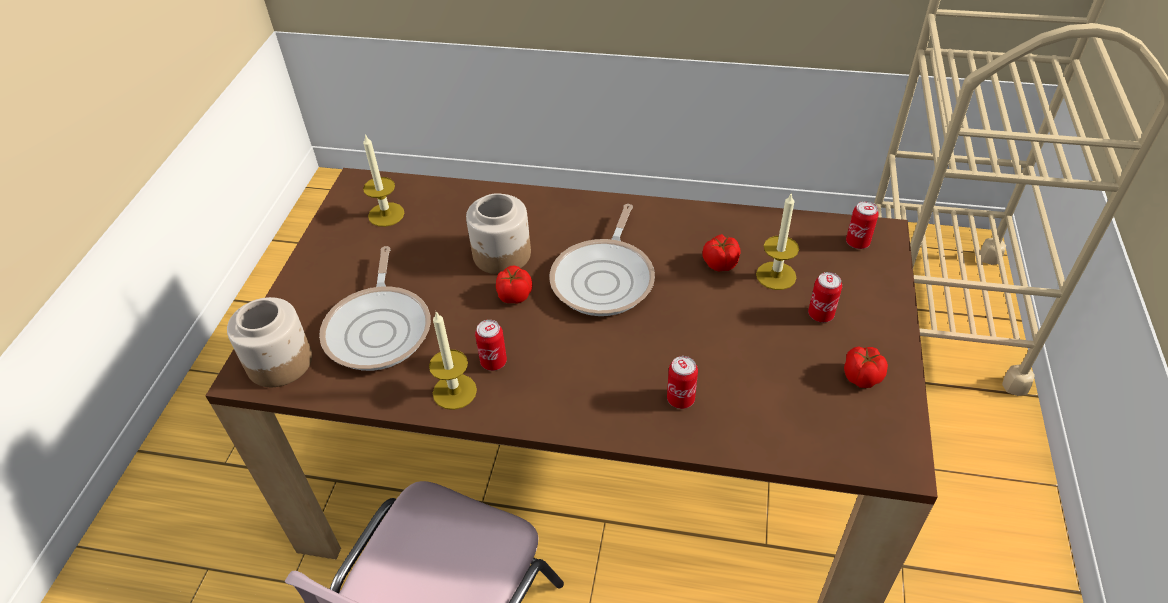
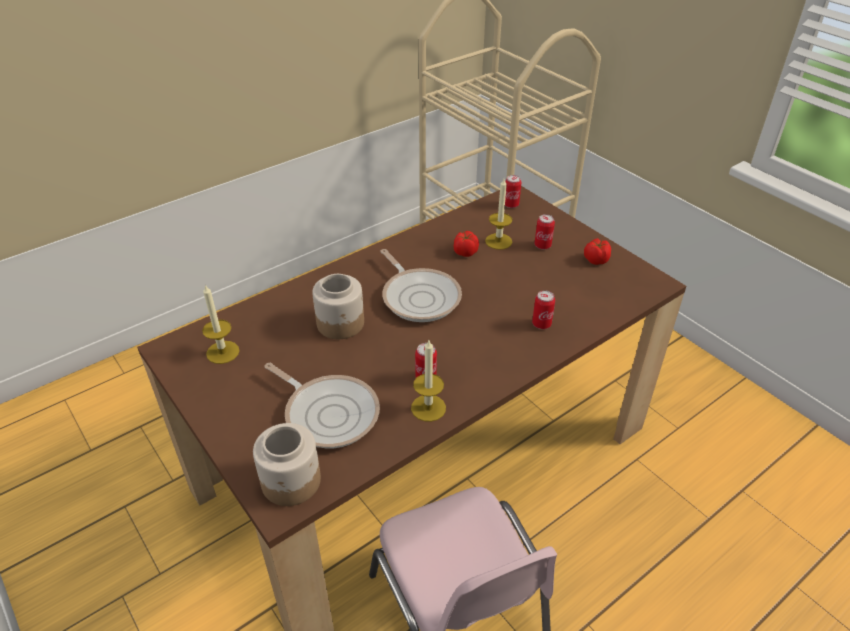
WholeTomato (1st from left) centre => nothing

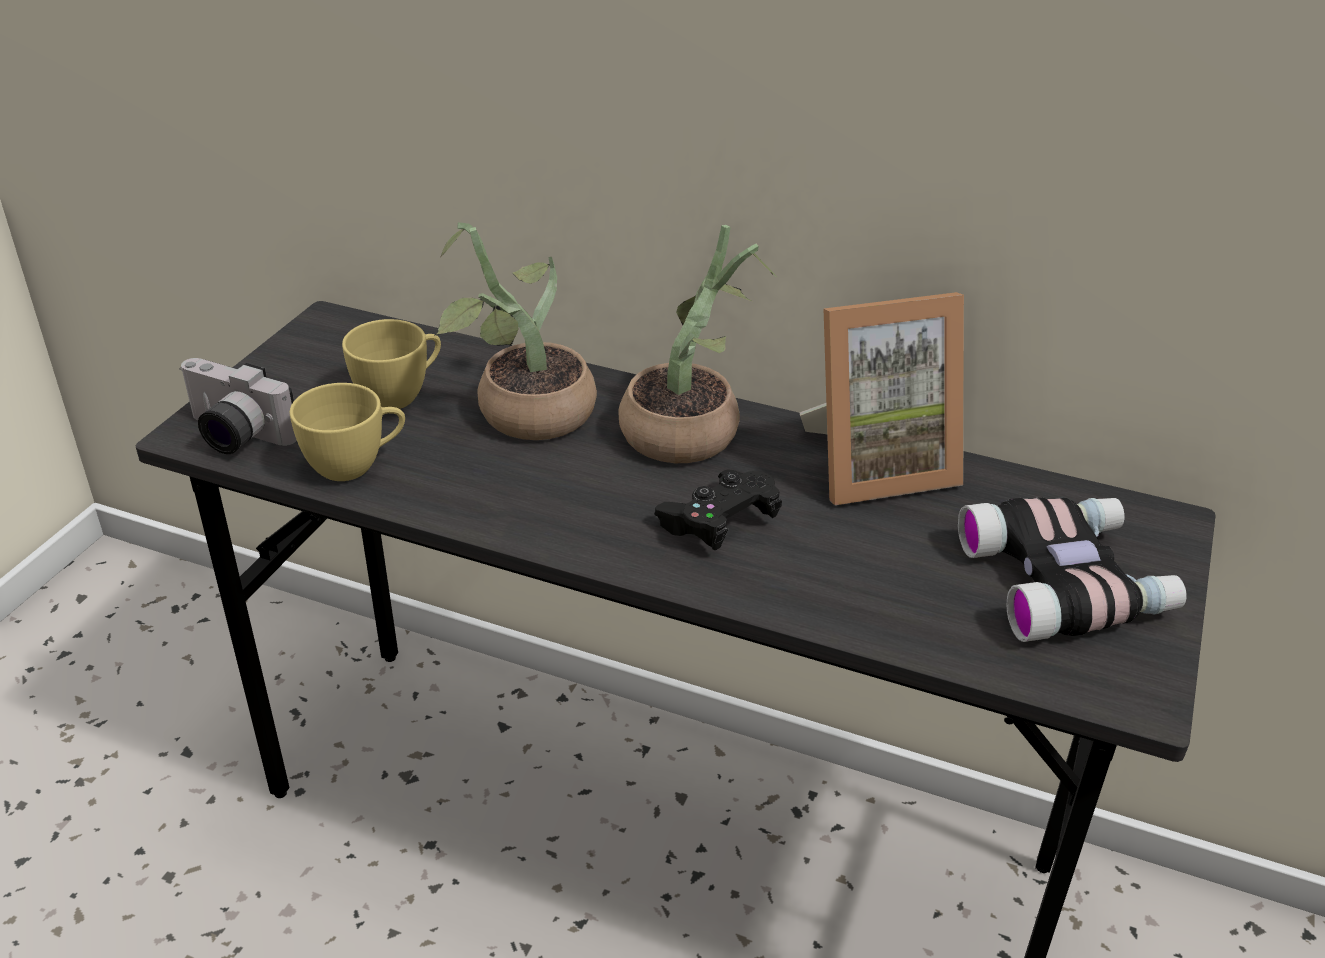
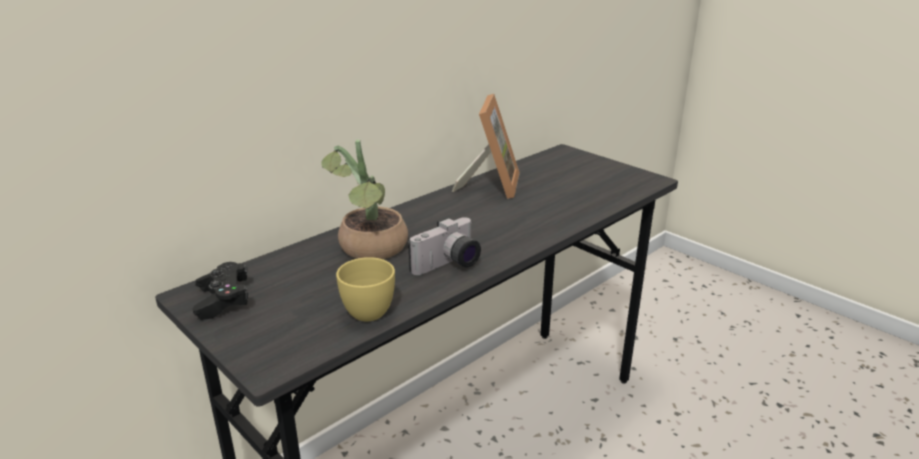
PottedPlant (2nd from left) centre => nothing
YellowColouredCup (2nd from left) middle left => nothing
PhotoCamera middle left => PhotoCamera centre, moved
BlackColouredJoypad centre => BlackColouredJoypad middle left, moved
PairOfBinoculars middle right => nothing

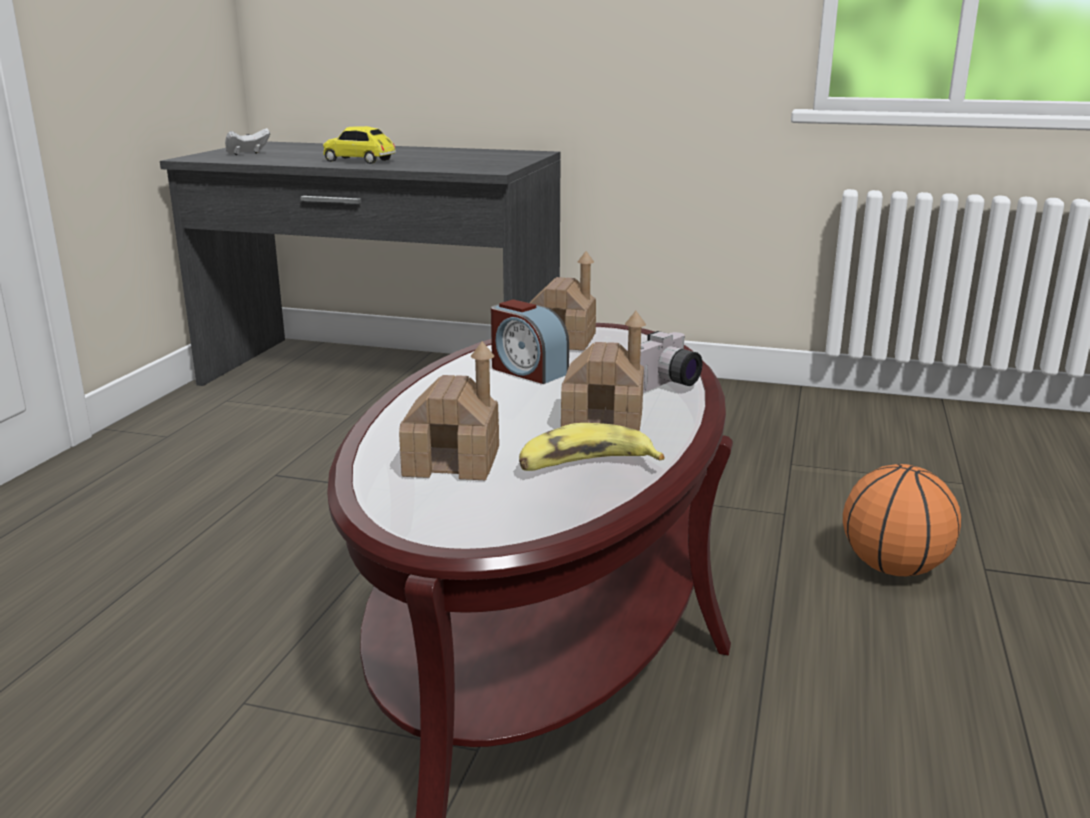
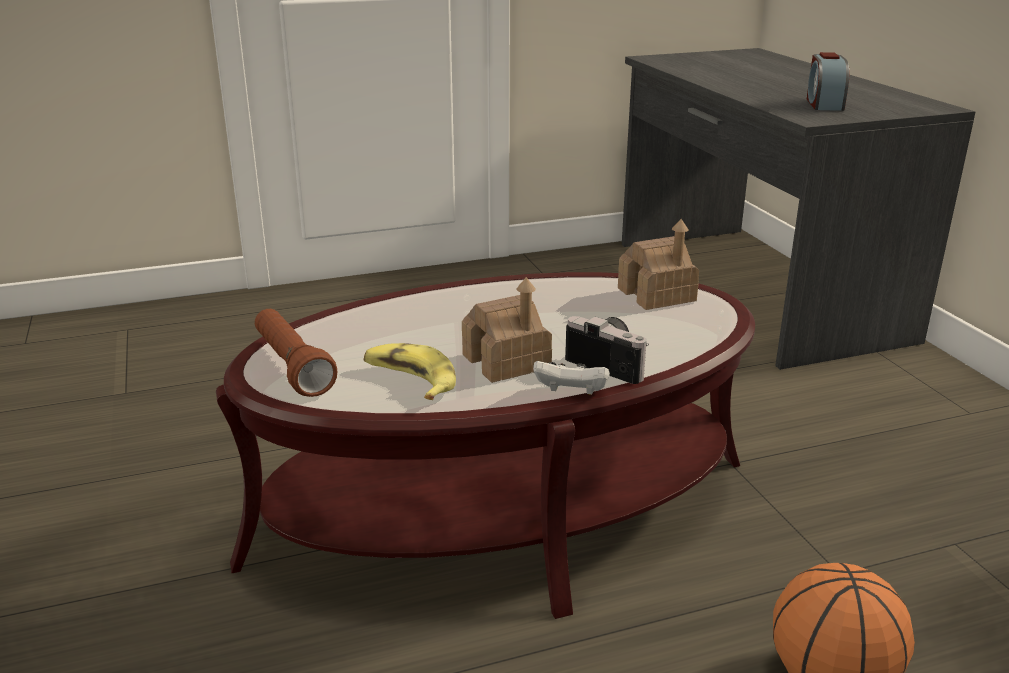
MiniatureCar top left => nothing
WhiteColouredJoypad top left => WhiteColouredJoypad centre, moved
TableClock centre => TableClock top right, moved
PhotoCamera centre, 150 degrees counterclockwise
ToyHouse (1st from left) centre => nothing
nothing => BrownColouredFlashlight middle left

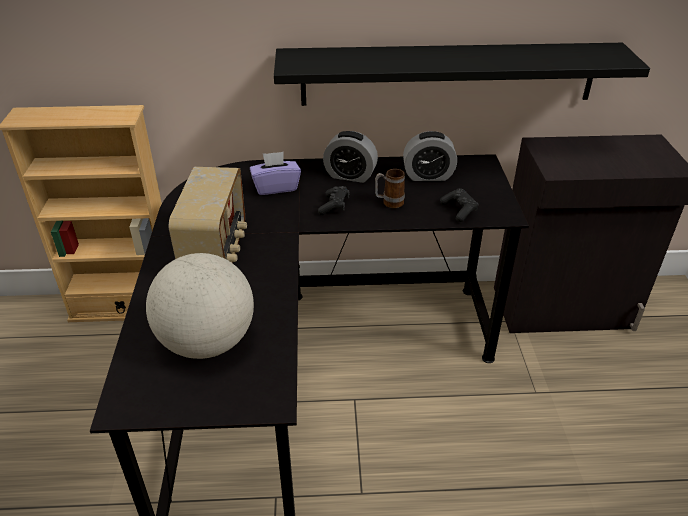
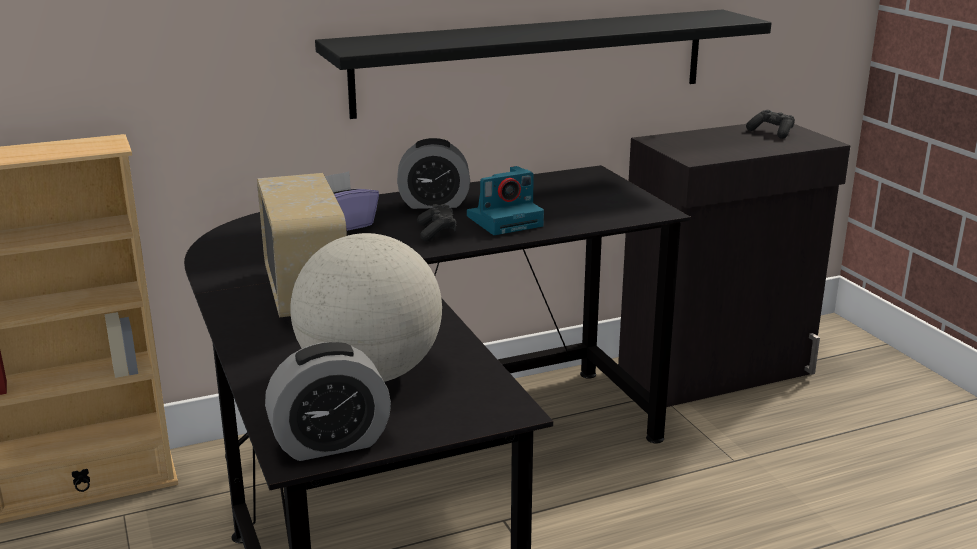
TableClock (2nd from left in the first image) top centre => TableClock (1st from left) bottom centre, moved
TeaMug centre => PhotoCamera centre
BlackColouredJoypad (2nd from left) middle right => BlackColouredJoypad (2nd from left) top right, moved

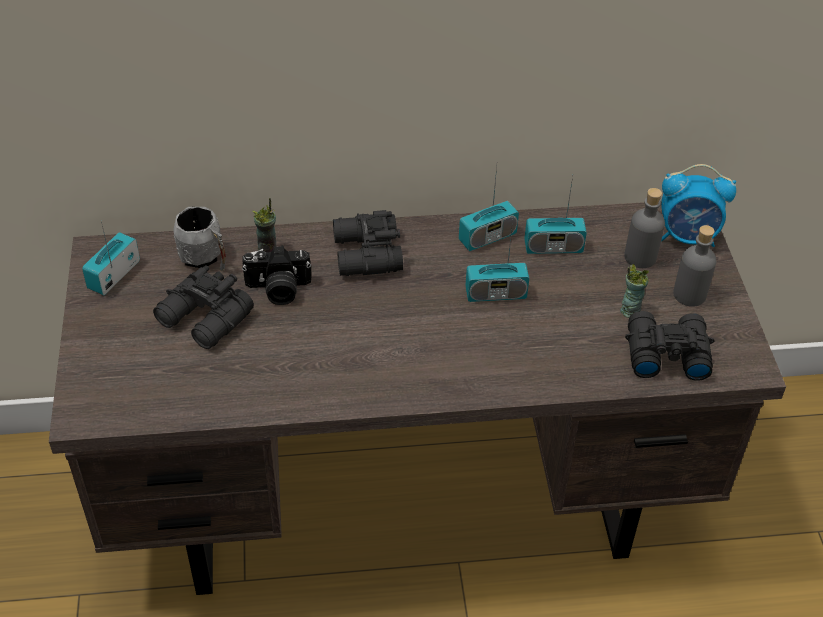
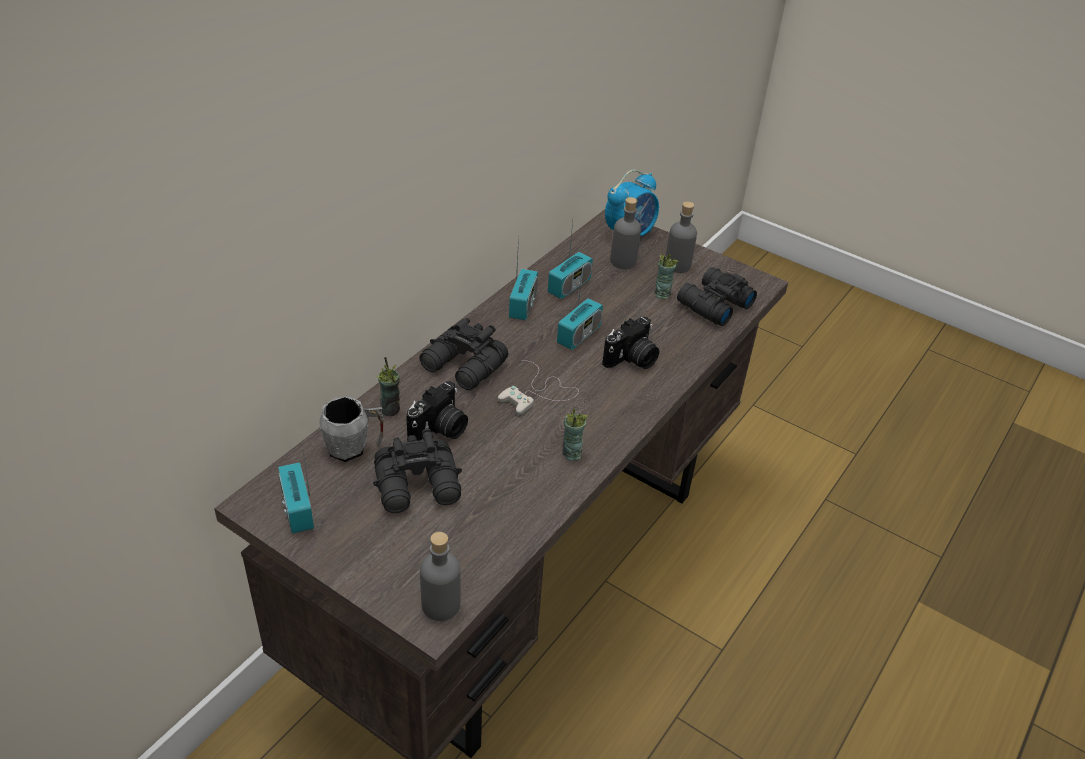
nothing => PhotoCamera (2nd from left) centre
nothing => WhiteColouredJoypad centre
nothing => Cup (2nd from left) centre
nothing => GreyBeverageBottle (1st from left) bottom centre

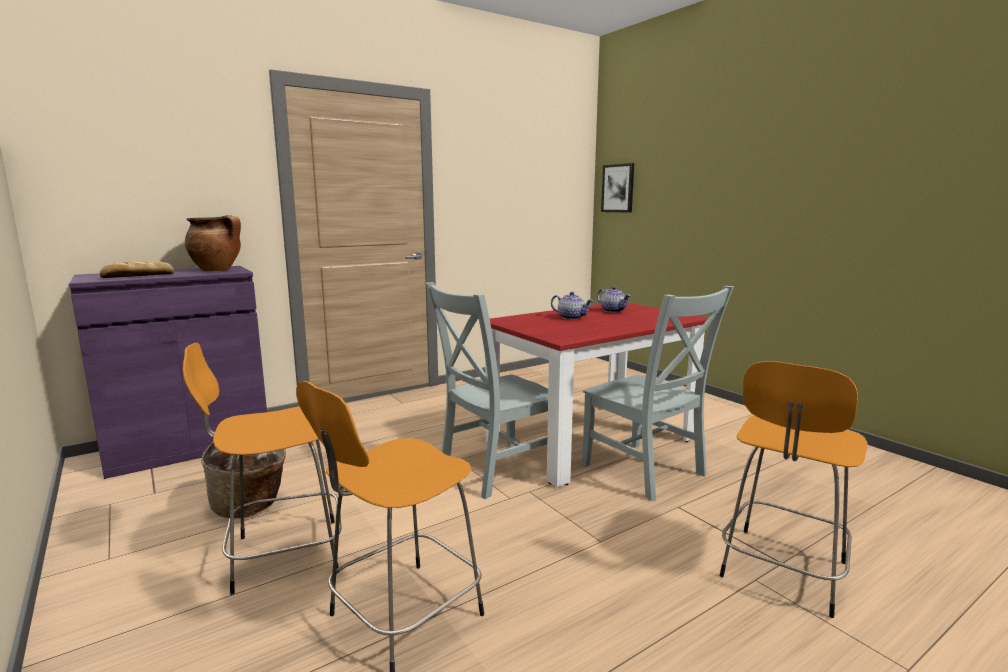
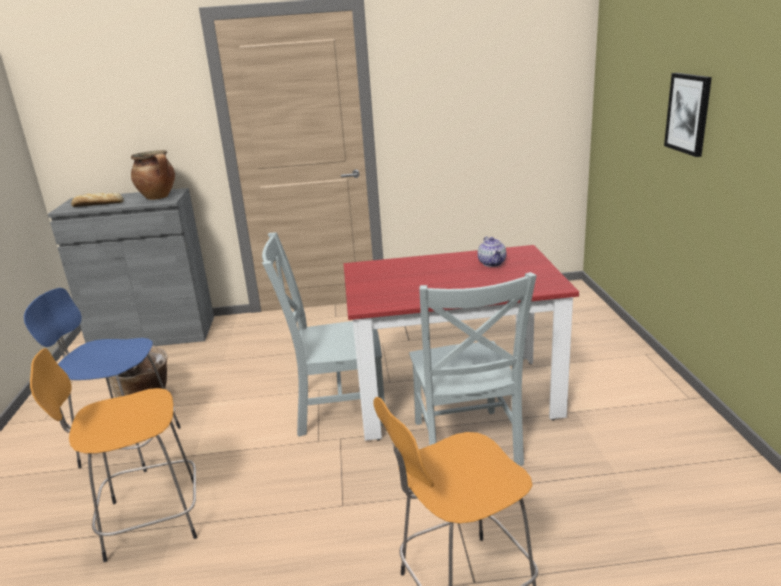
WallPicture top centre => WallPicture top right, moved
PurplishStorageCabinet middle left => GreyStorageCabinet middle left
TeaPot (1st from left) centre => nothing
OrangeySittingStool (1st from left) bottom left => BlueColouredSittingStool middle left

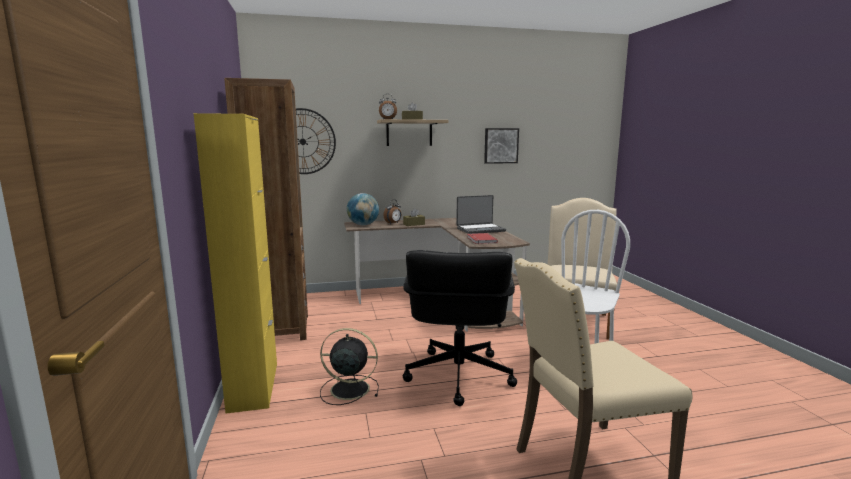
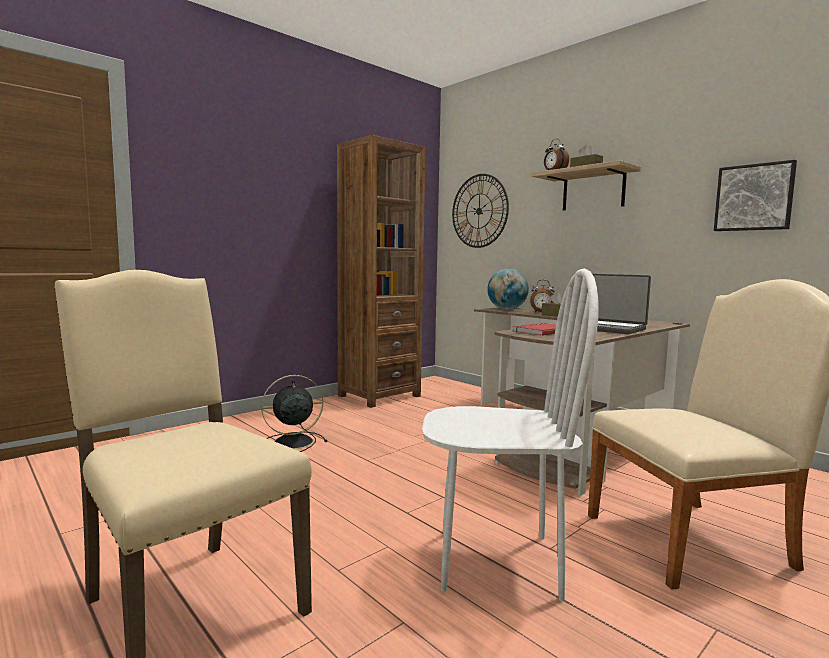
YellowColouredStorageCabinet middle left => nothing
BlackColouredComputerChair bottom centre => nothing
BlackColouredElectricFan bottom centre => BlackColouredElectricFan centre, 90 degrees counterclockwise

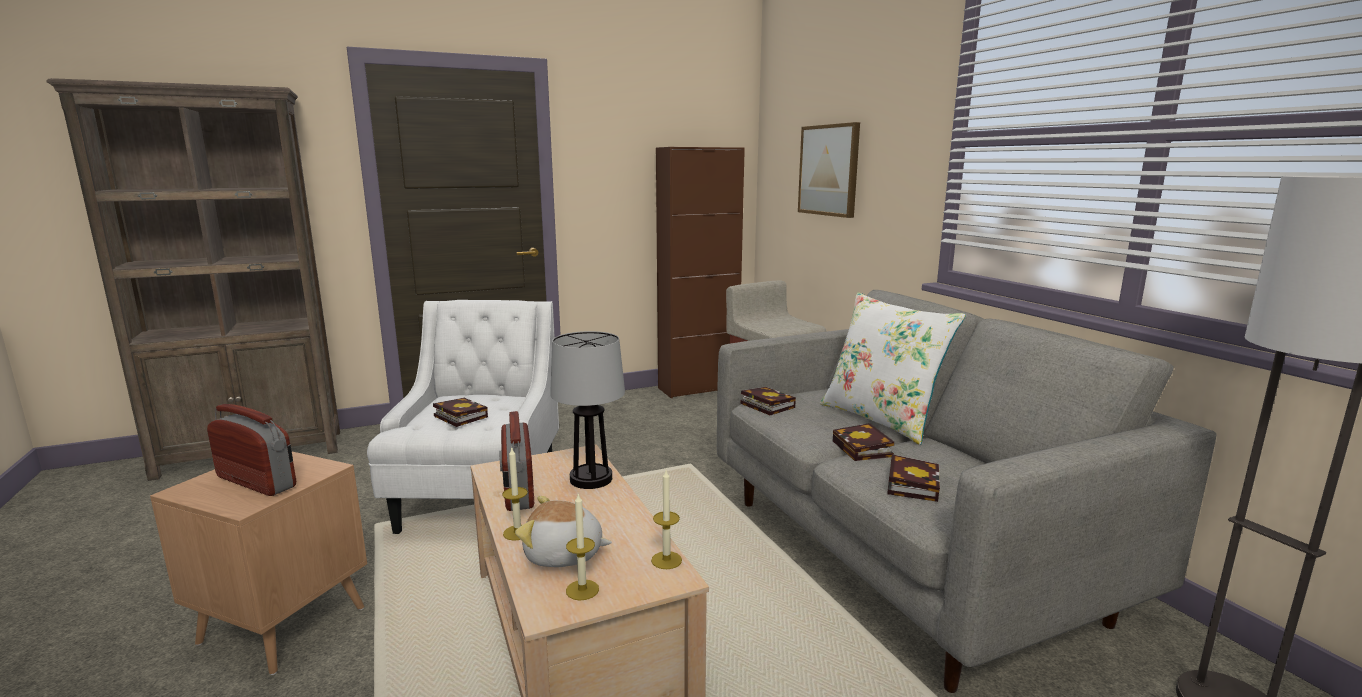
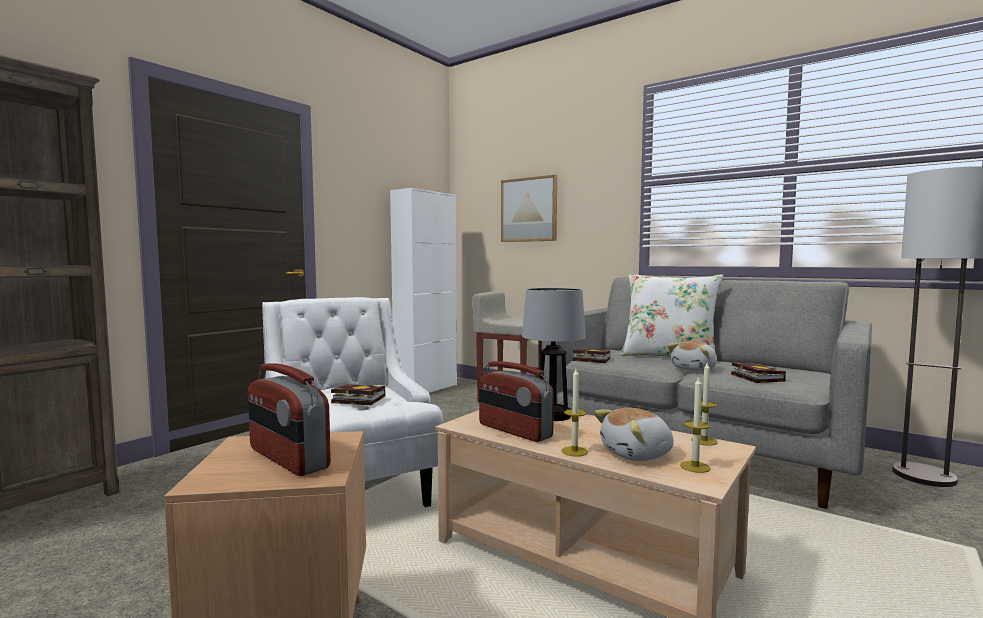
BrownColouredStorageCabinet centre => WhiteColouredStorageCabinet centre
Radio (1st from left) middle left => Radio (1st from left) bottom left, 135 degrees counterclockwise
Book (3rd from left) centre => SoftToy (2nd from left) middle right

